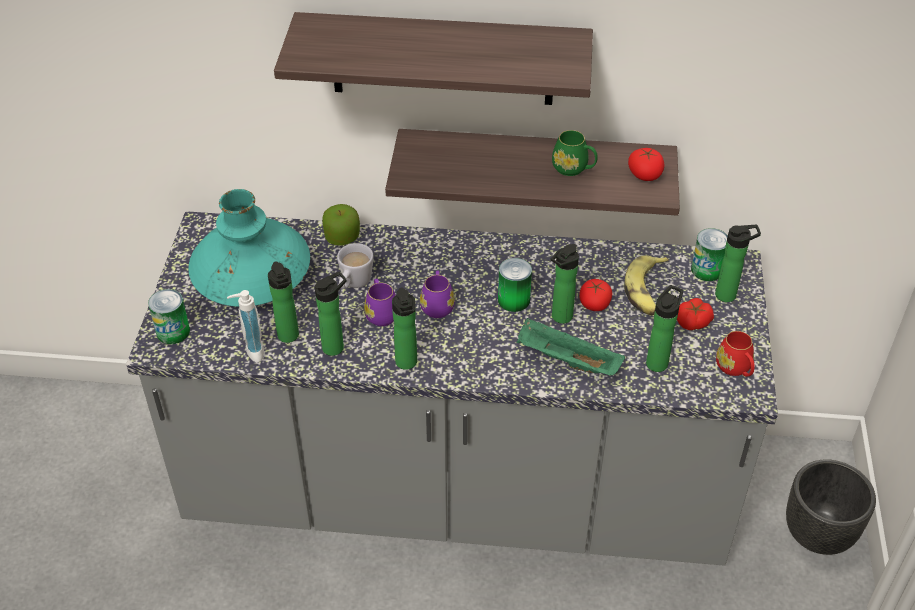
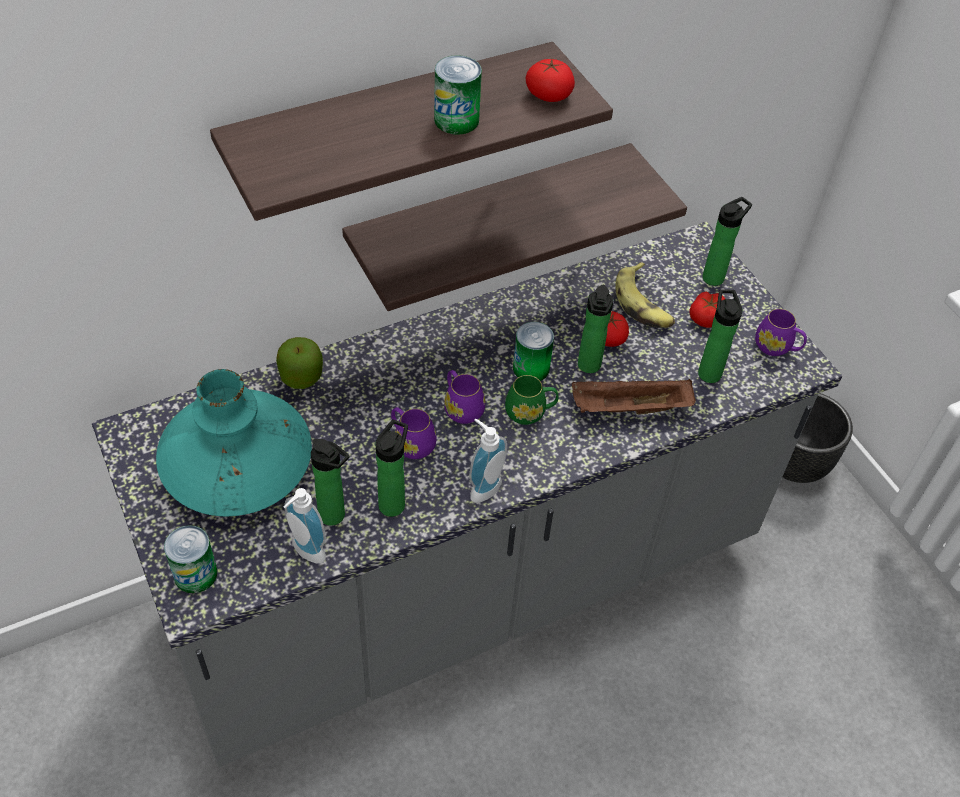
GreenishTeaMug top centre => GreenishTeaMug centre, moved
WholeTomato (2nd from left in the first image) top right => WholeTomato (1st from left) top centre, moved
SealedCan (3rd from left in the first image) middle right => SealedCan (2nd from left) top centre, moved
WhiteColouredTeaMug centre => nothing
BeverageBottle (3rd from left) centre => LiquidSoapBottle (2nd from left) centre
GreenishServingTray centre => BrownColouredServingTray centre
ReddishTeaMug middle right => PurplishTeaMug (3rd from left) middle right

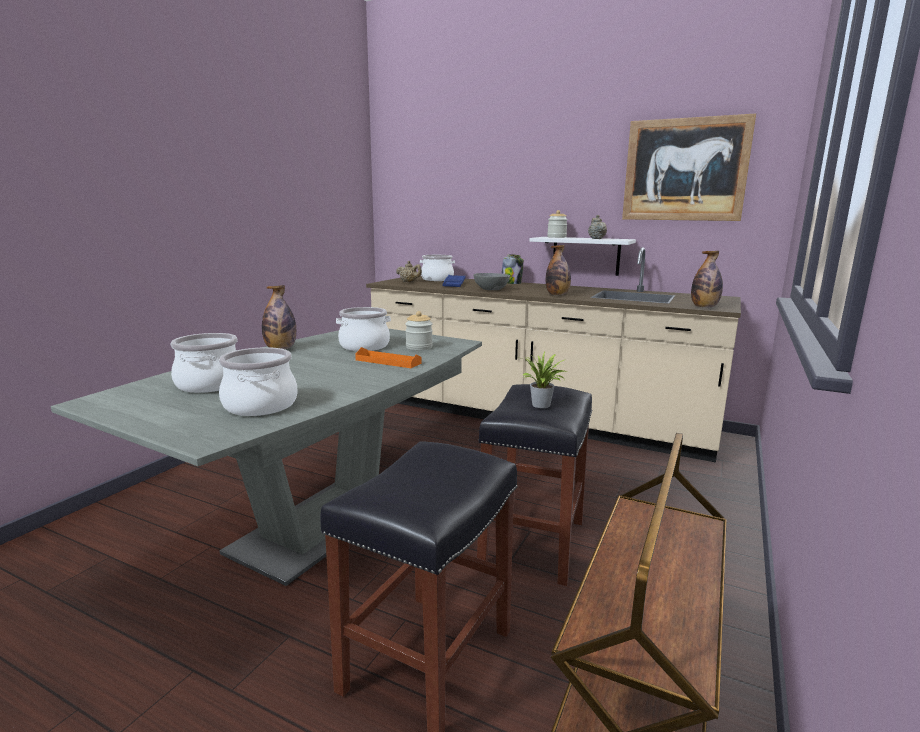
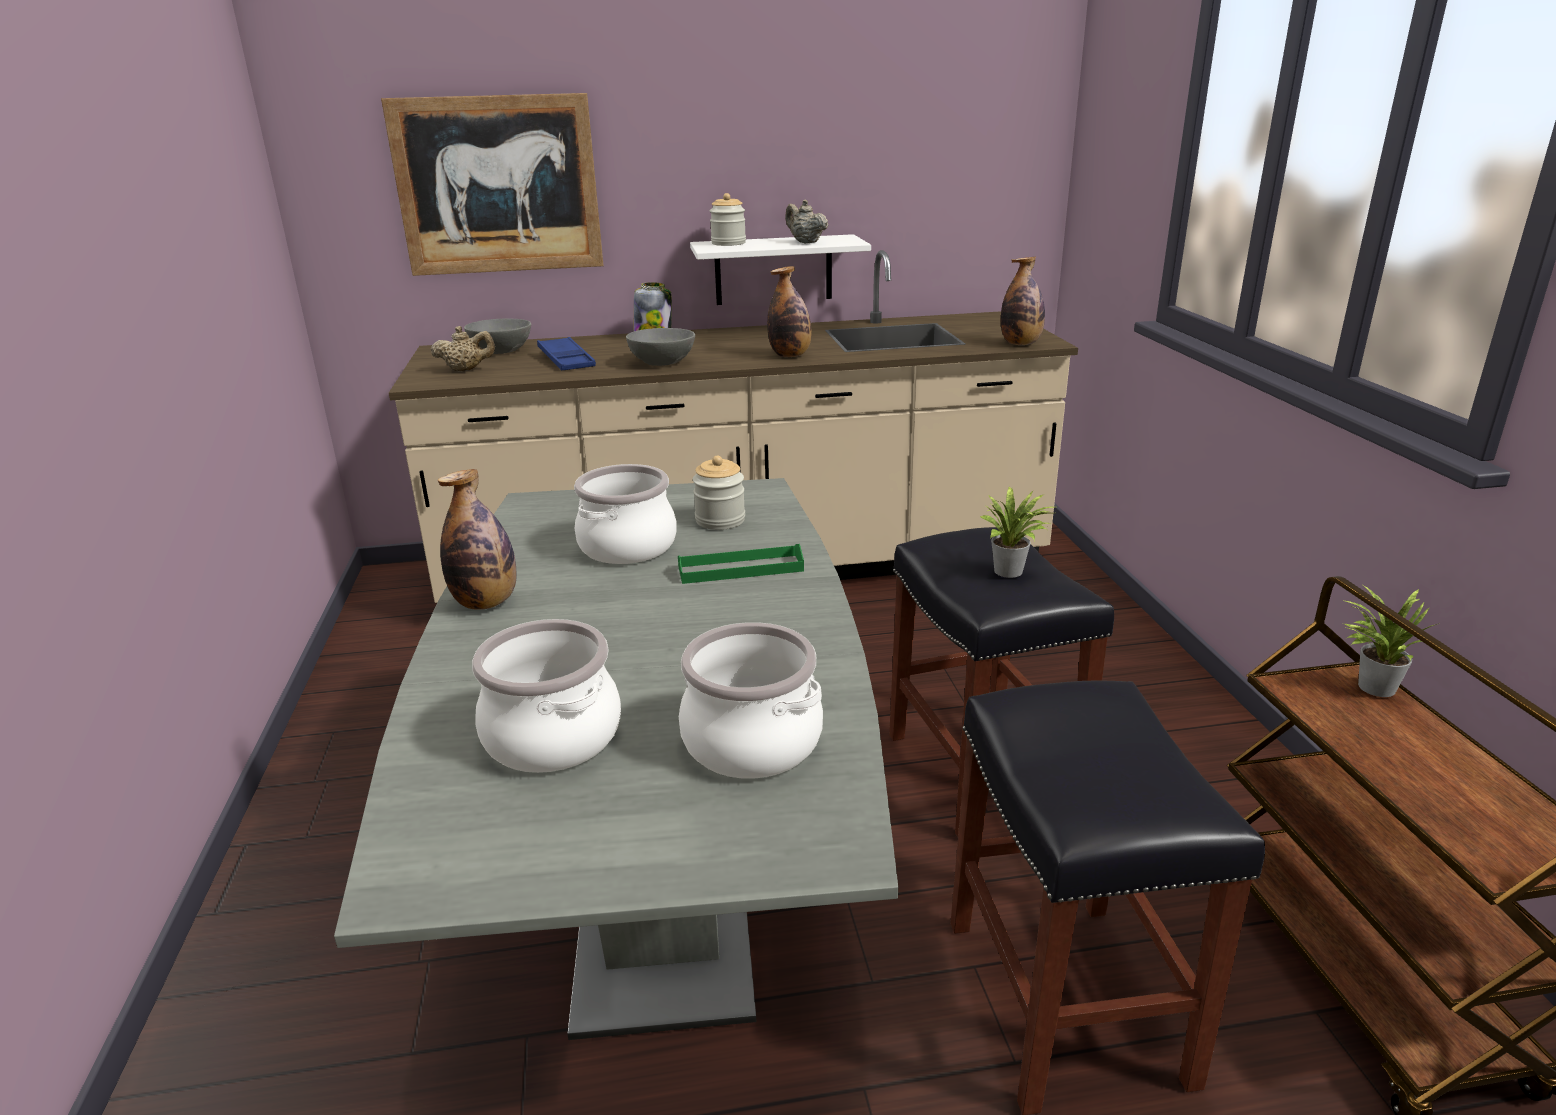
WallPicture top right => WallPicture top left, moved
Saucepot (4th from left) centre => GreyBowl (1st from left) top left
OrangeyServingTray centre => GreenishServingTray centre
nothing => PottedPlant (2nd from left) middle right

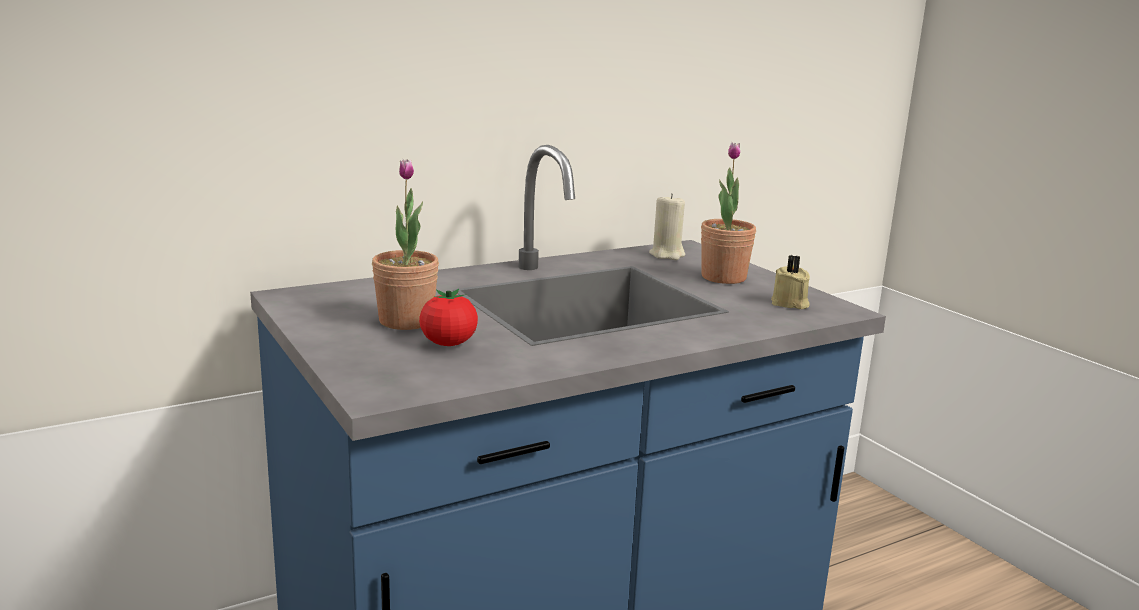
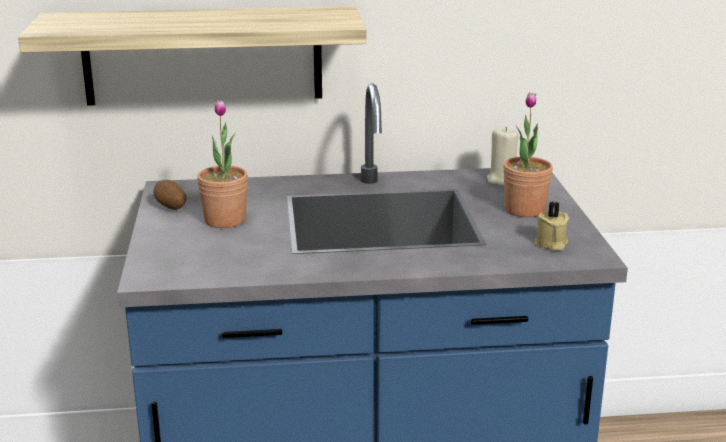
WholeTomato centre => nothing
nothing => Shelf top left
nothing => Spud middle left

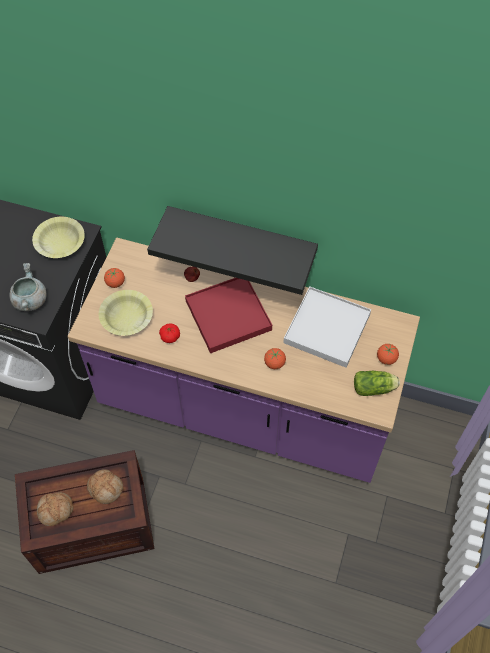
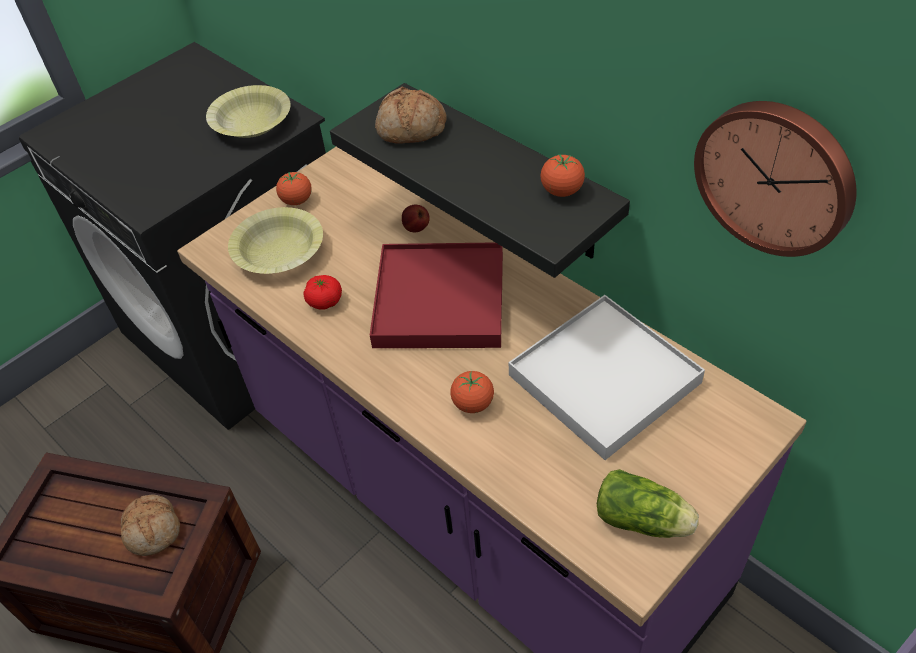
GreySaucepot middle left => nothing
WholeTomato (4th from left) middle right => WholeTomato (4th from left) top centre, moved
Bread (1st from left in the first image) bottom left => Bread (2nd from left) top centre, moved
nothing => WallClock top right

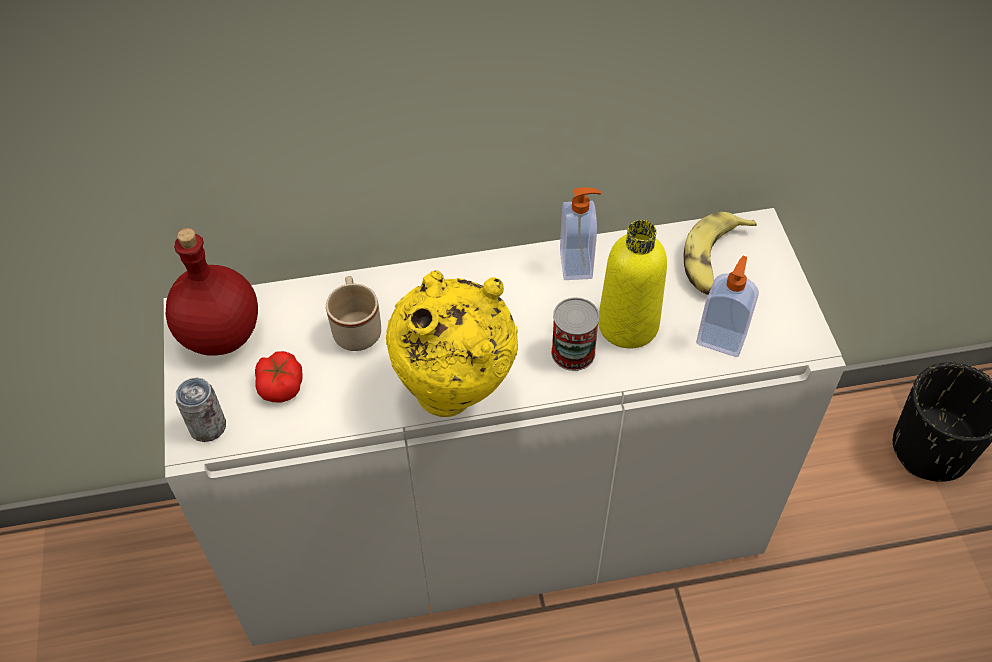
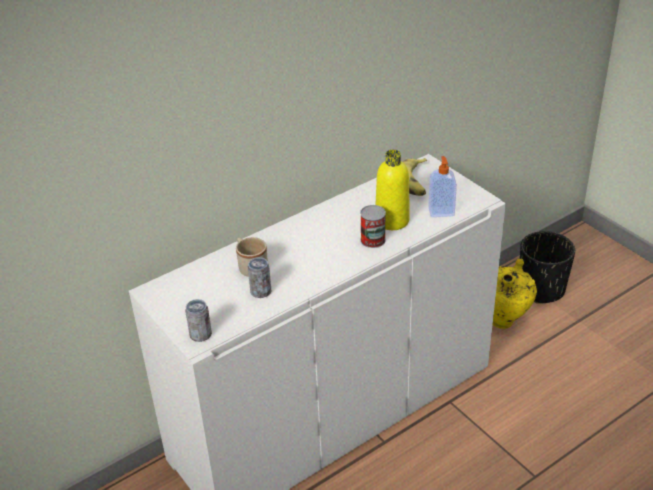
LiquidSoapBottle (1st from left) centre => nothing
ReddishBeverageBottle middle left => nothing
YellowColouredFlowerVase centre => YellowColouredFlowerVase middle right, moved
WholeTomato middle left => nothing
nothing => SealedCan (2nd from left) centre

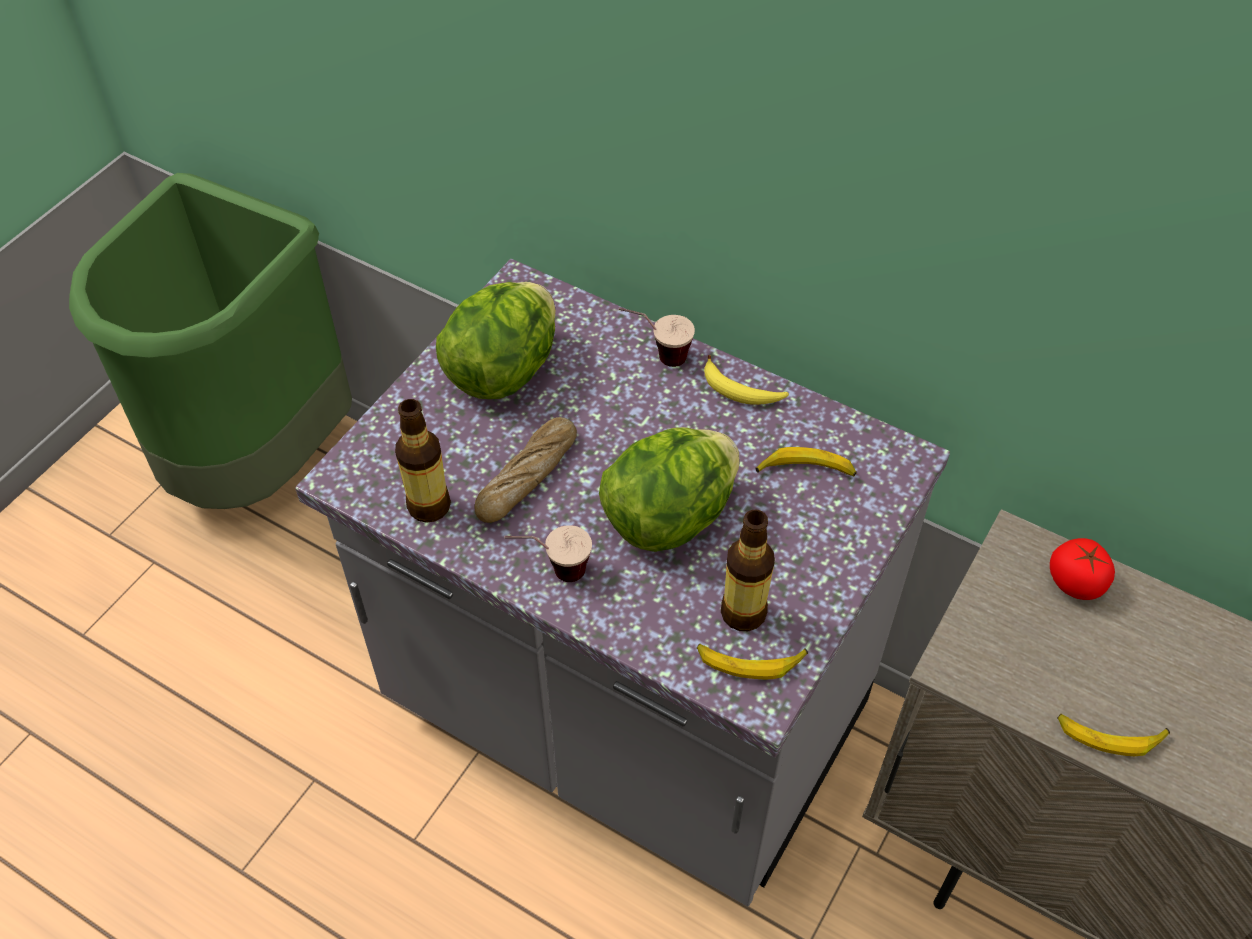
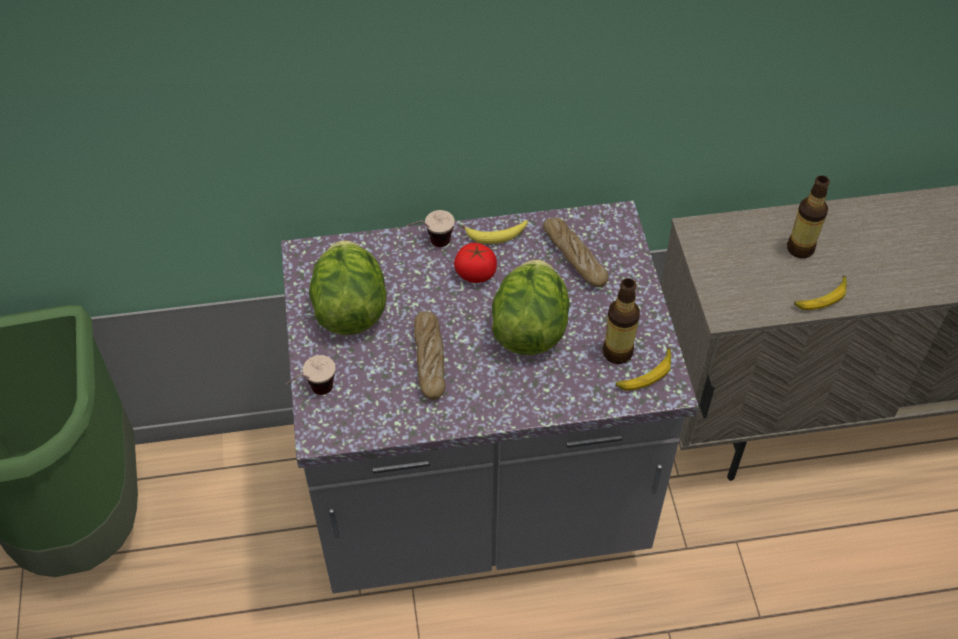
BeverageBottle (1st from left in the first image) centre => BeverageBottle (2nd from left) middle right, moved
BananaFruit (3rd from left) centre => Bread (2nd from left) centre
Cup (1st from left) centre => Cup (1st from left) middle left, moved
WholeTomato middle right => WholeTomato centre, moved

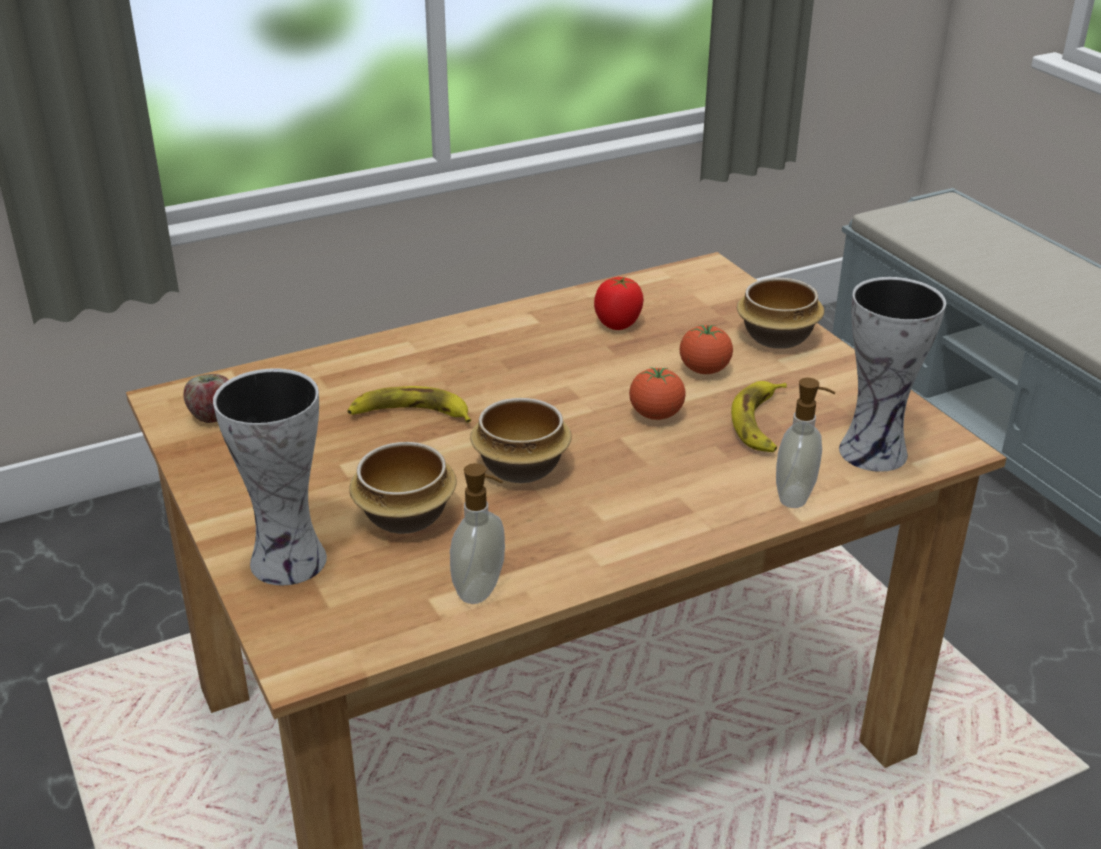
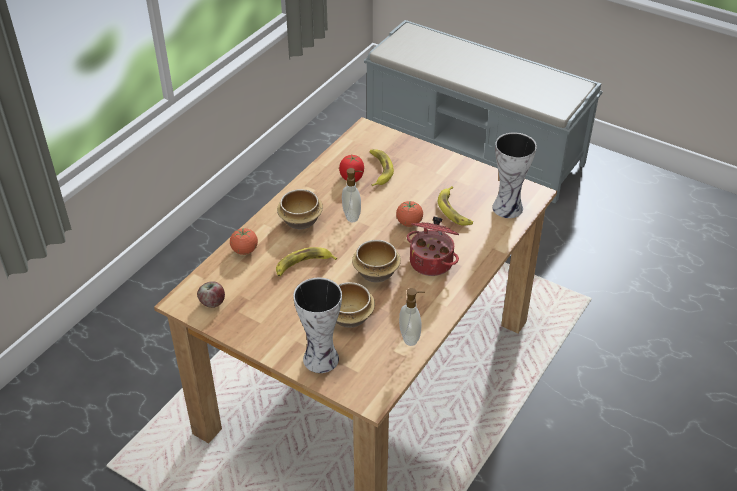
Bowl (3rd from left in the first image) middle right => Bowl (1st from left) centre, moved
WholeTomato (3rd from left in the first image) centre => WholeTomato (1st from left) middle left, moved
LiquidSoapBottle (2nd from left in the first image) middle right => LiquidSoapBottle (1st from left) centre, moved
nothing => BananaFruit (2nd from left) centre
nothing => Saucepot centre

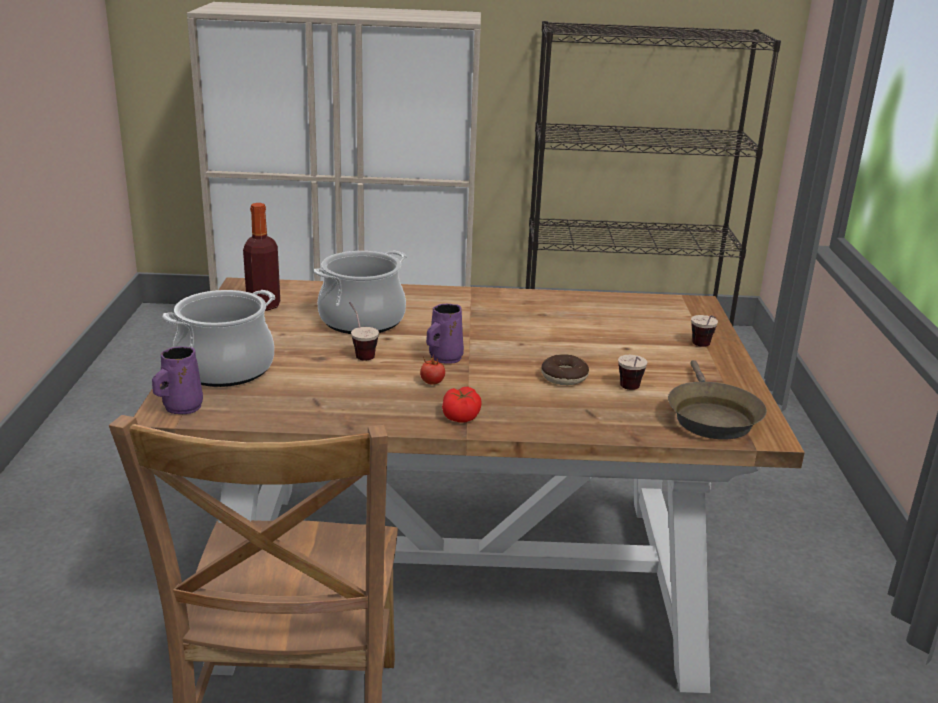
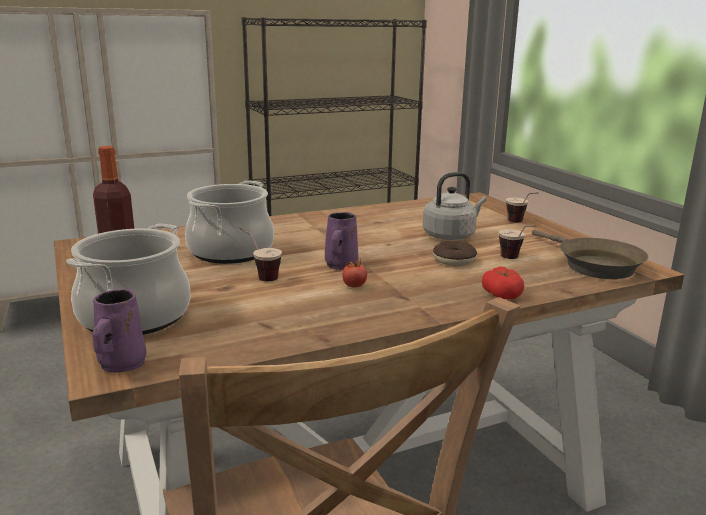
WholeTomato (2nd from left) centre => WholeTomato (2nd from left) middle right, moved
nothing => GreyWaterKettle centre

